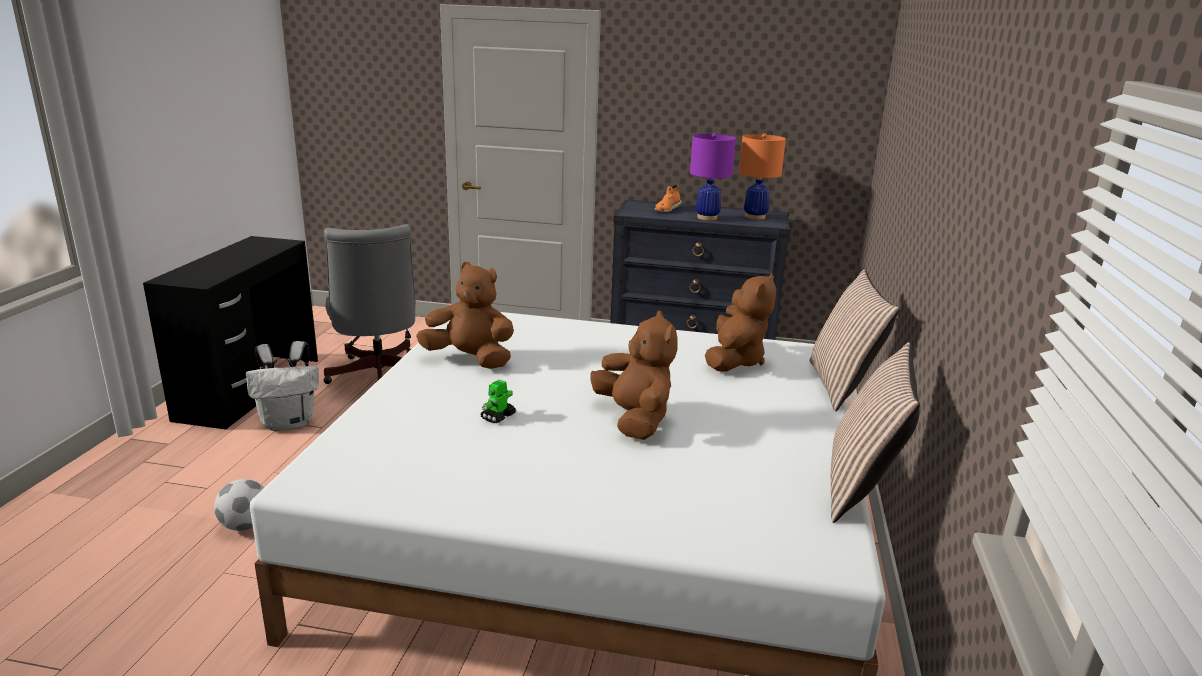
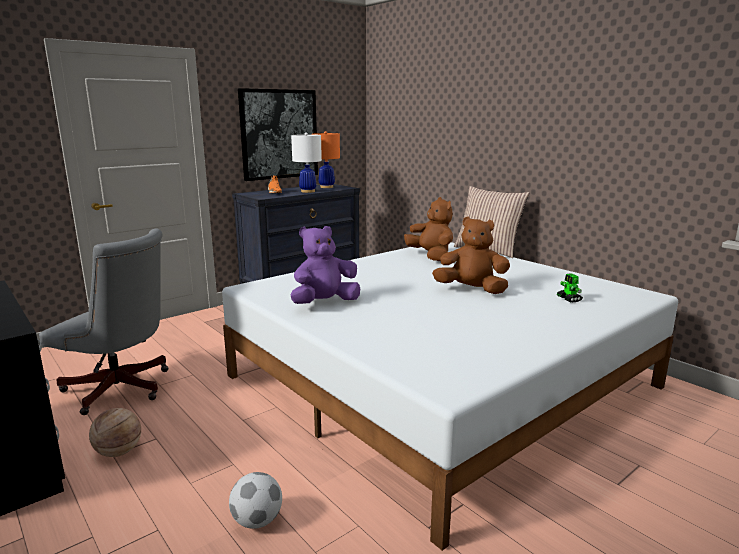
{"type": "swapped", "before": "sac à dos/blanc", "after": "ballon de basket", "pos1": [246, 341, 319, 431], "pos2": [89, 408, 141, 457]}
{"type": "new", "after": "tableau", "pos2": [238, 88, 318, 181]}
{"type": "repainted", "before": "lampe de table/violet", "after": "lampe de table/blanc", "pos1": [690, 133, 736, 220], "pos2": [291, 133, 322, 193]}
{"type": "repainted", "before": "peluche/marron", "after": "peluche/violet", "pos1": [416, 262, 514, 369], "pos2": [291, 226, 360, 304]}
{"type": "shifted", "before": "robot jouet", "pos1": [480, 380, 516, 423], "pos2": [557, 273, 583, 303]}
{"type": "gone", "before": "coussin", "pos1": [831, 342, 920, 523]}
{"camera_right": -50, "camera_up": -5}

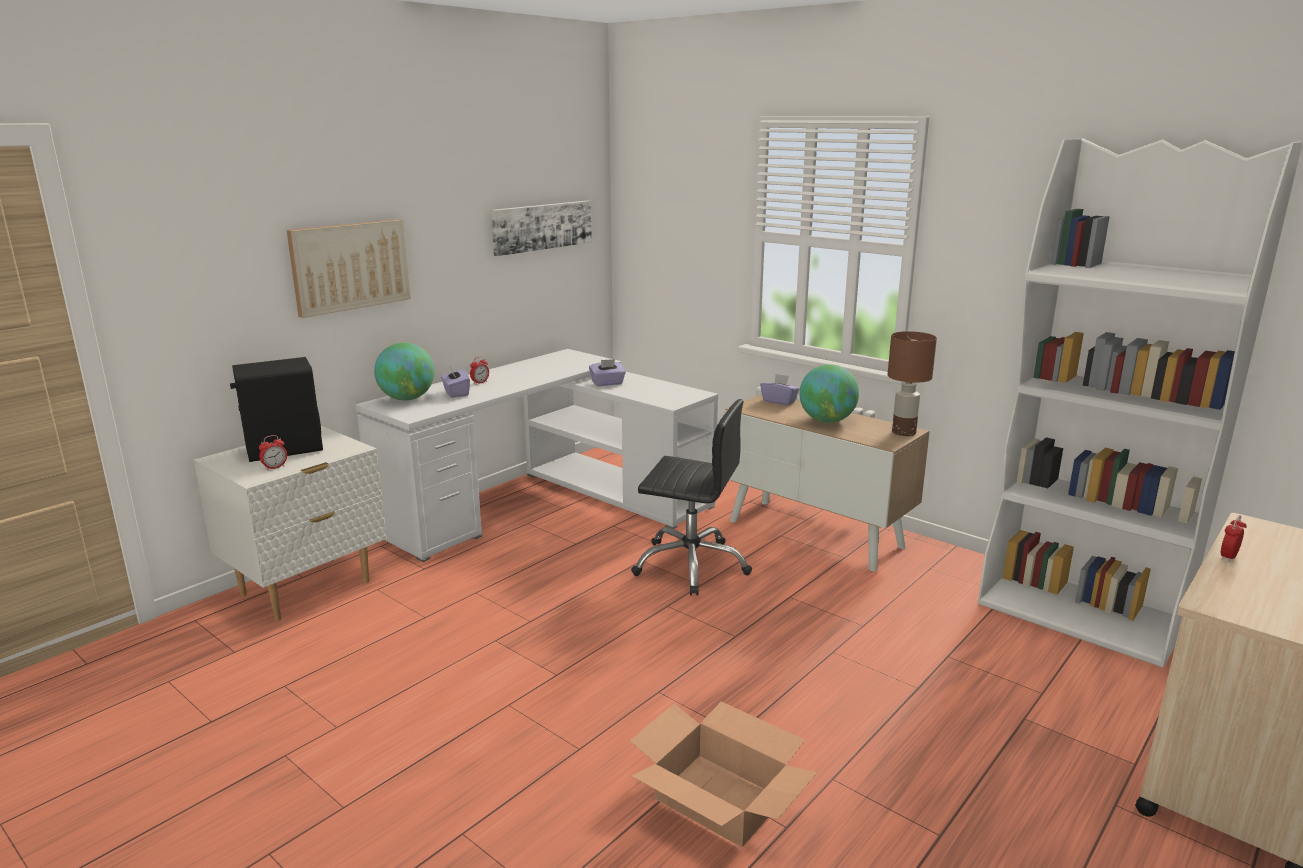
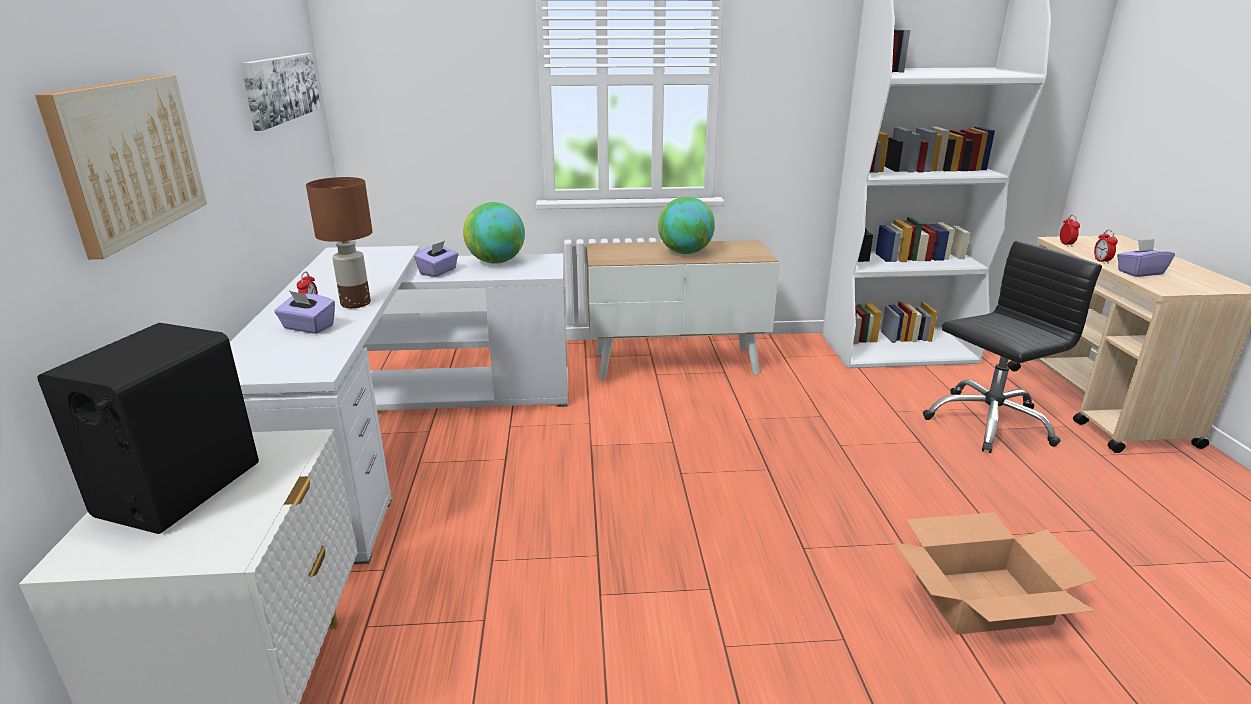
{"type": "shifted", "before": "lampe de table/marron", "pos1": [887, 331, 937, 436], "pos2": [306, 177, 373, 308]}
{"type": "shifted", "before": "globe", "pos1": [374, 342, 434, 400], "pos2": [463, 202, 525, 264]}
{"type": "shifted", "before": "chaise de bureau/noir", "pos1": [631, 399, 752, 595], "pos2": [923, 241, 1102, 453]}
{"type": "shifted", "before": "réveil", "pos1": [259, 435, 287, 471], "pos2": [1060, 215, 1080, 247]}
{"type": "shifted", "before": "boîte à mouchoirs/violet", "pos1": [760, 374, 800, 405], "pos2": [1117, 239, 1175, 277]}
{"camera_right": -45, "camera_up": 5}

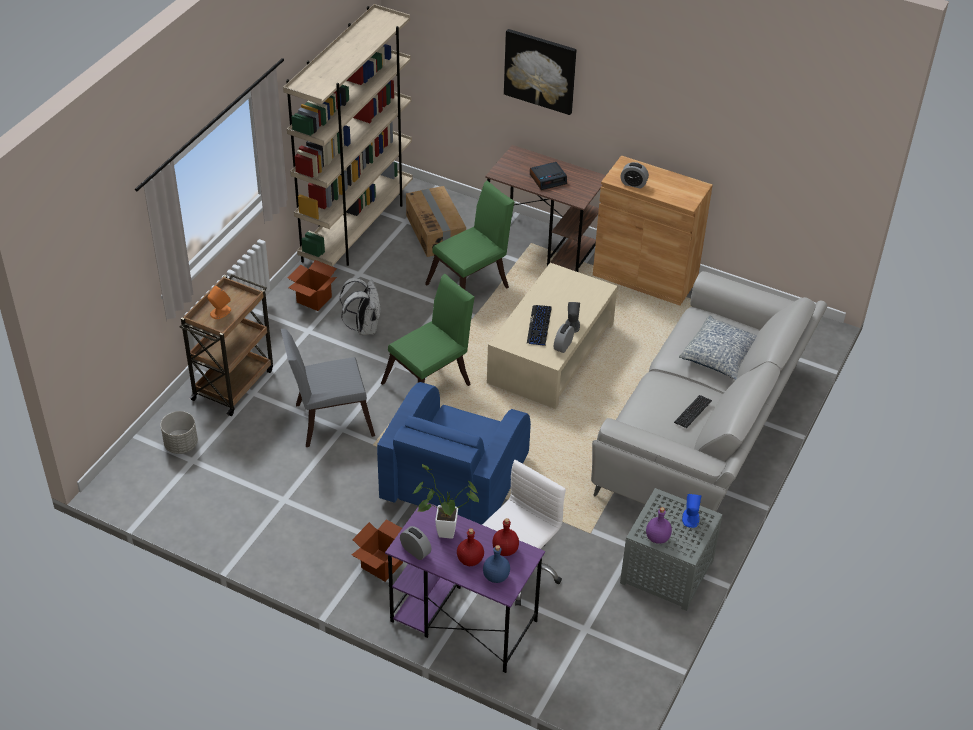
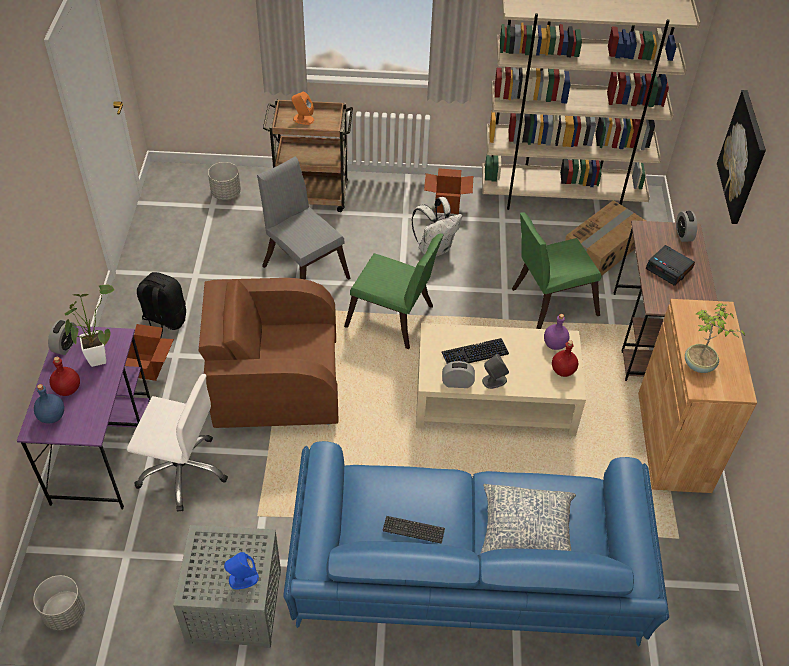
{"type": "new", "after": "cache-pot/gris", "pos2": [33, 575, 85, 630]}
{"type": "new", "after": "sac à dos/noir", "pos2": [137, 272, 186, 338]}
{"type": "repainted", "before": "fauteuil/bleu", "after": "fauteuil/marron", "pos1": [377, 382, 531, 525], "pos2": [198, 278, 338, 429]}
{"type": "repainted", "before": "canapé/gris", "after": "canapé/bleu", "pos1": [591, 271, 827, 535], "pos2": [283, 441, 669, 647]}
{"type": "rotated", "before": "chaise/vert", "pos1": [425, 181, 514, 290], "pos2": [512, 212, 602, 329], "turn": 135}
{"type": "shifted", "before": "bouteille/violet", "pos1": [646, 507, 672, 544], "pos2": [544, 314, 569, 350]}
{"type": "shifted", "before": "bouteille/rouge", "pos1": [492, 518, 519, 556], "pos2": [552, 340, 578, 377]}
{"type": "shifted", "before": "réveil", "pos1": [621, 162, 649, 189], "pos2": [676, 211, 697, 242]}
{"type": "new", "after": "plante en pot", "pos2": [685, 303, 745, 373]}
{"camera_right": 65, "camera_up": 5}

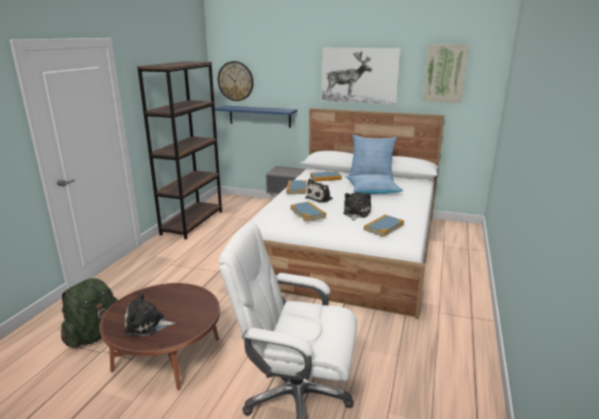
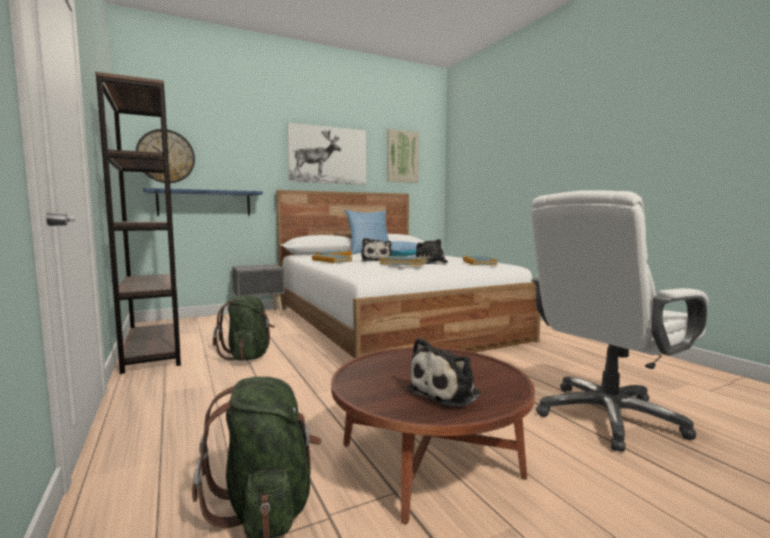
{"type": "new", "after": "sac à dos/vert", "pos2": [213, 295, 275, 361]}
{"camera_right": -45, "camera_up": -15}

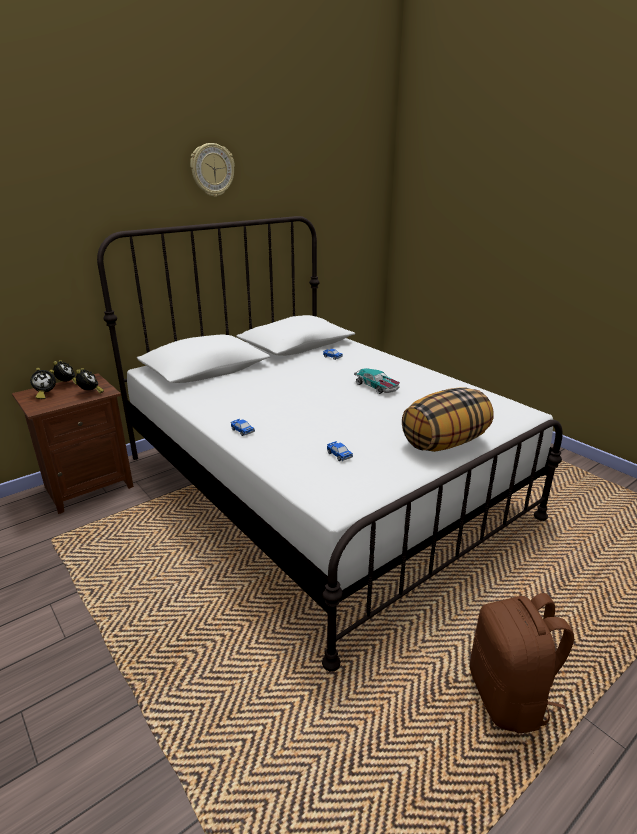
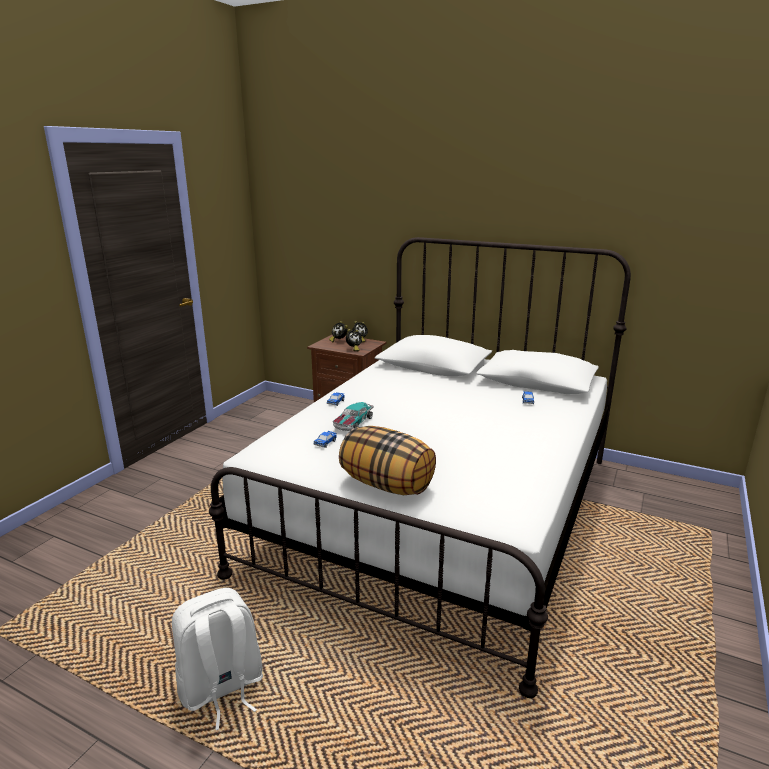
{"type": "repainted", "before": "sac à dos/marron", "after": "sac à dos/blanc", "pos1": [470, 593, 574, 733], "pos2": [172, 588, 263, 730]}
{"type": "shifted", "before": "petite voiture", "pos1": [354, 368, 400, 394], "pos2": [333, 402, 374, 431]}
{"type": "gone", "before": "horloge murale", "pos1": [190, 143, 235, 197]}
{"camera_right": 65, "camera_up": -5}

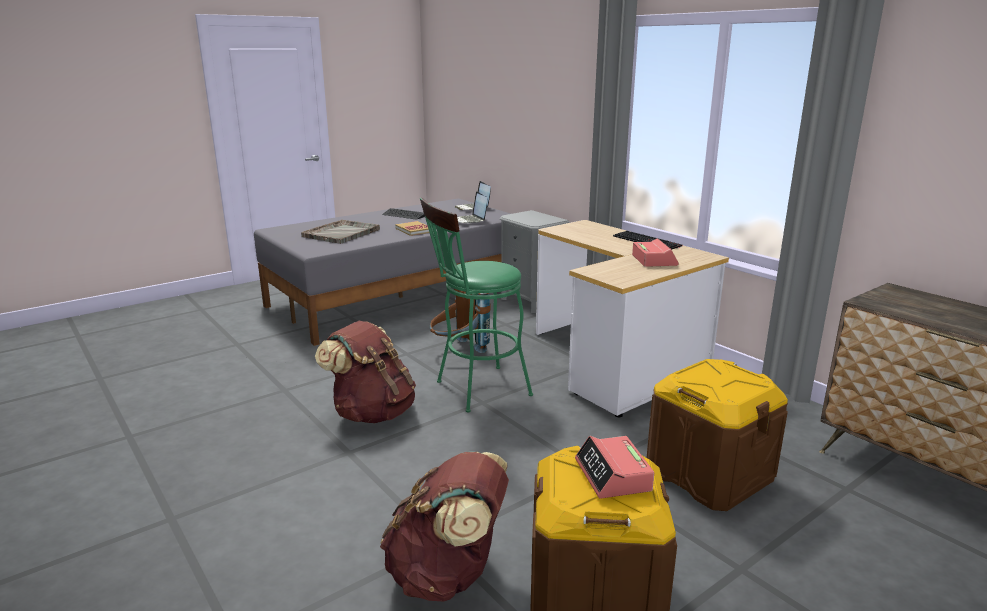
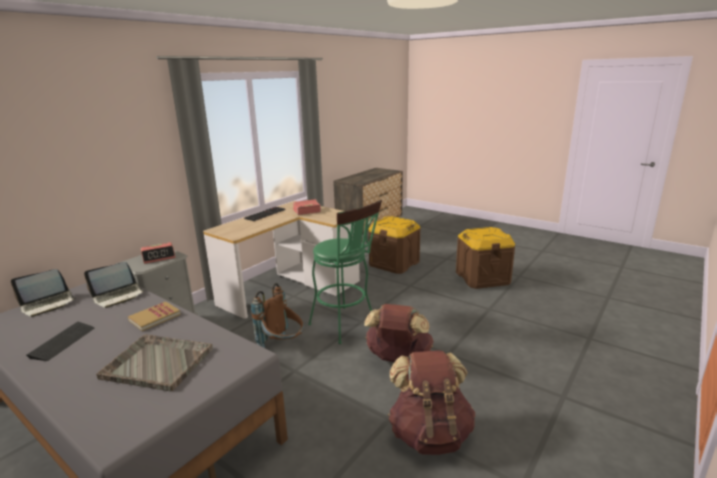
{"type": "shifted", "before": "réveil", "pos1": [575, 436, 654, 498], "pos2": [141, 242, 176, 264]}
{"type": "shifted", "before": "sac à dos/marron", "pos1": [380, 452, 509, 602], "pos2": [388, 350, 475, 455]}
{"camera_right": -105, "camera_up": 0}

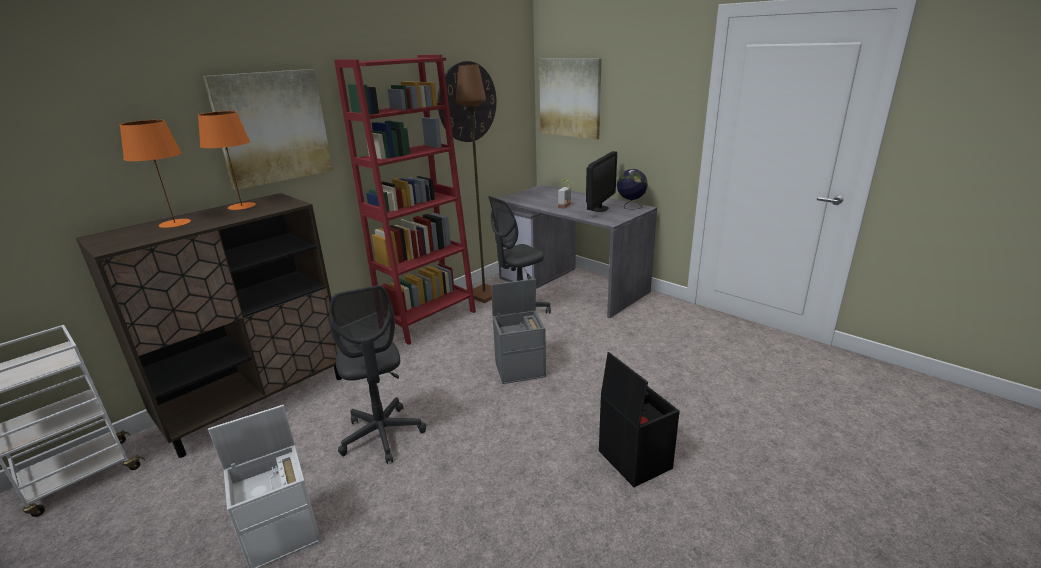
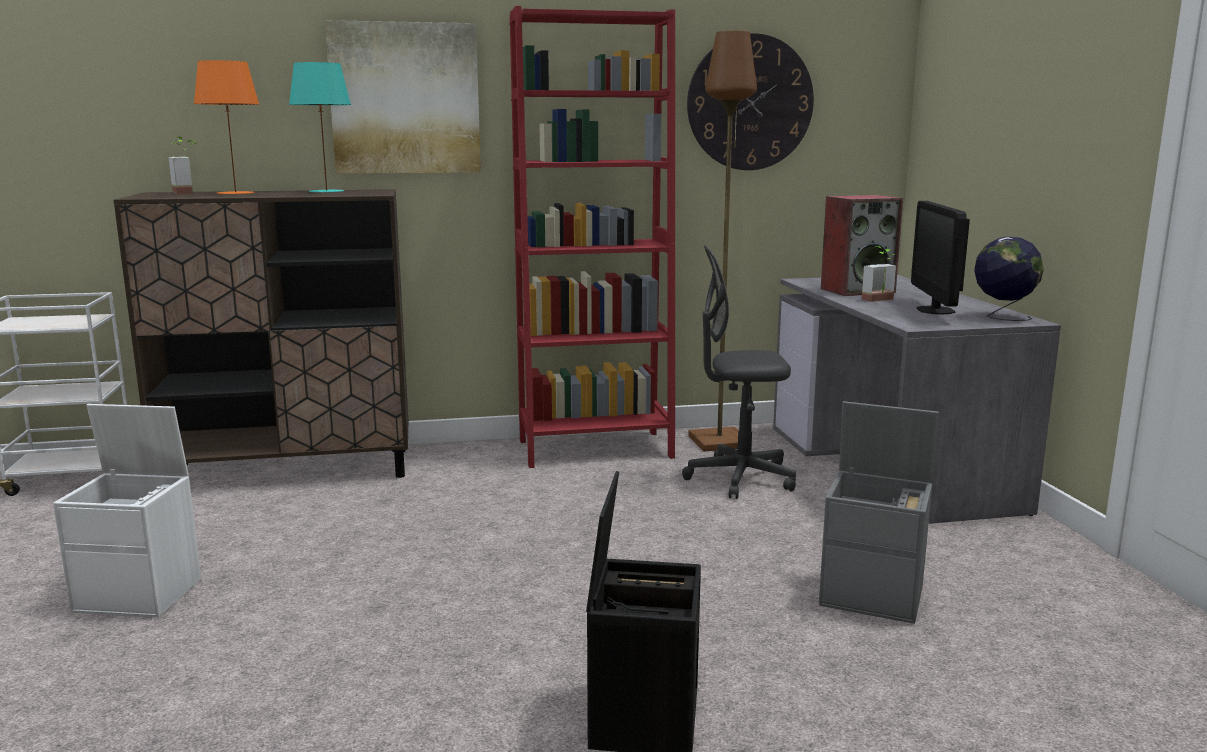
{"type": "new", "after": "plante en pot", "pos2": [169, 137, 199, 194]}
{"type": "repainted", "before": "lampe de table/orange", "after": "lampe de table/turquoise", "pos1": [198, 111, 256, 210], "pos2": [289, 62, 351, 193]}
{"type": "shifted", "before": "boîte de rangement/gris", "pos1": [491, 279, 546, 384], "pos2": [819, 401, 939, 624]}
{"type": "new", "after": "enceinte", "pos2": [821, 195, 903, 296]}
{"type": "rotated", "before": "écran d'ordinateur", "pos1": [586, 151, 617, 212], "pos2": [911, 201, 970, 314], "turn": 120}
{"type": "gone", "before": "chaise de bureau/gris", "pos1": [329, 285, 426, 464]}
{"type": "gone", "before": "tableau", "pos1": [539, 58, 602, 140]}
{"camera_right": 35, "camera_up": -10}

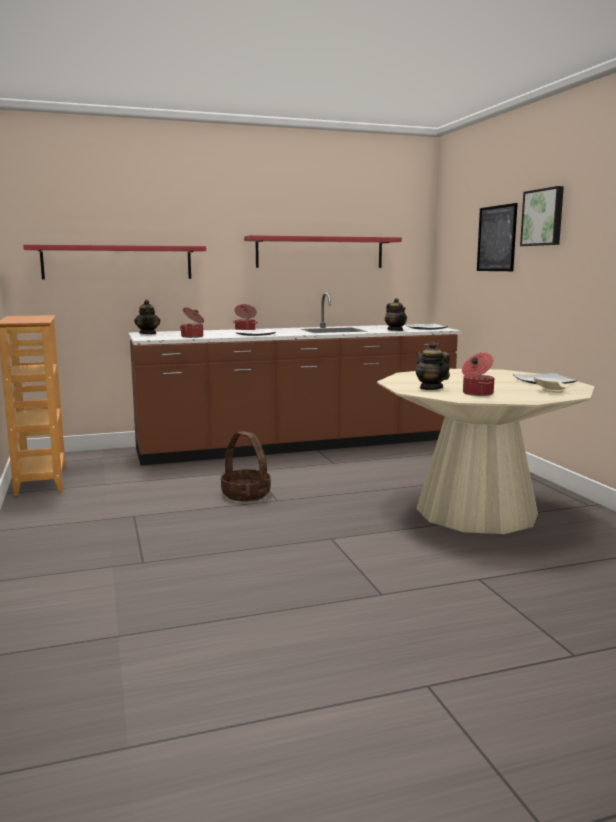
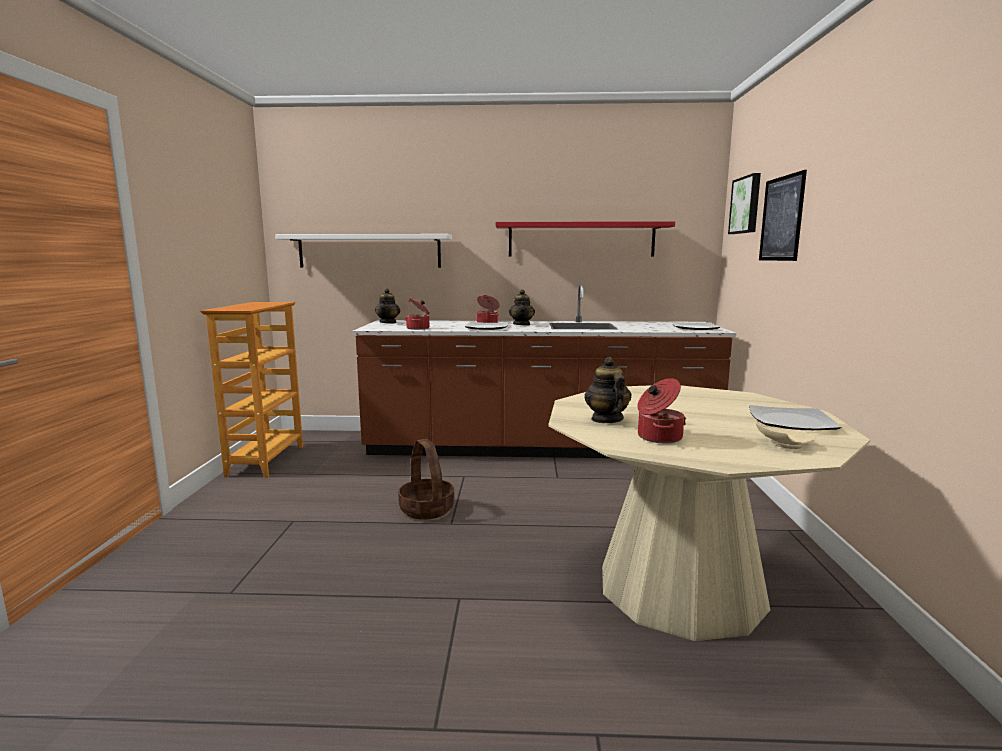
{"type": "repainted", "before": "étagère/rouge", "after": "étagère/blanc", "pos1": [23, 244, 206, 280], "pos2": [275, 234, 452, 268]}
{"type": "shifted", "before": "théière", "pos1": [385, 298, 407, 331], "pos2": [509, 289, 535, 326]}
{"type": "shifted", "before": "tableau", "pos1": [520, 186, 564, 246], "pos2": [728, 173, 761, 234]}
{"camera_right": 20, "camera_up": 0}

